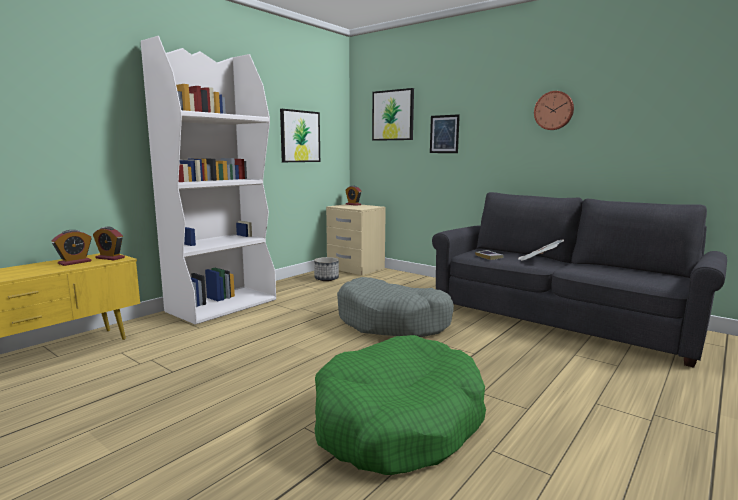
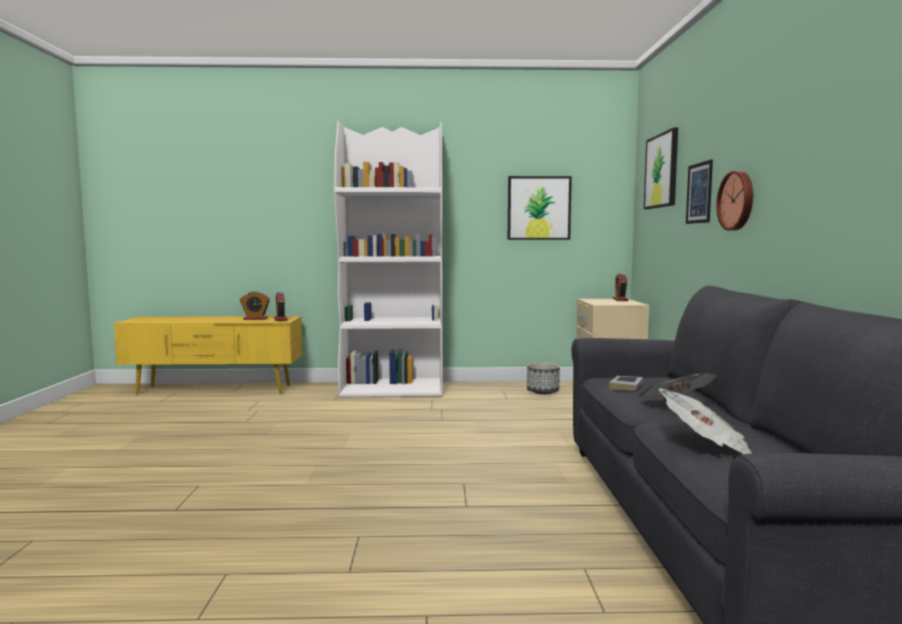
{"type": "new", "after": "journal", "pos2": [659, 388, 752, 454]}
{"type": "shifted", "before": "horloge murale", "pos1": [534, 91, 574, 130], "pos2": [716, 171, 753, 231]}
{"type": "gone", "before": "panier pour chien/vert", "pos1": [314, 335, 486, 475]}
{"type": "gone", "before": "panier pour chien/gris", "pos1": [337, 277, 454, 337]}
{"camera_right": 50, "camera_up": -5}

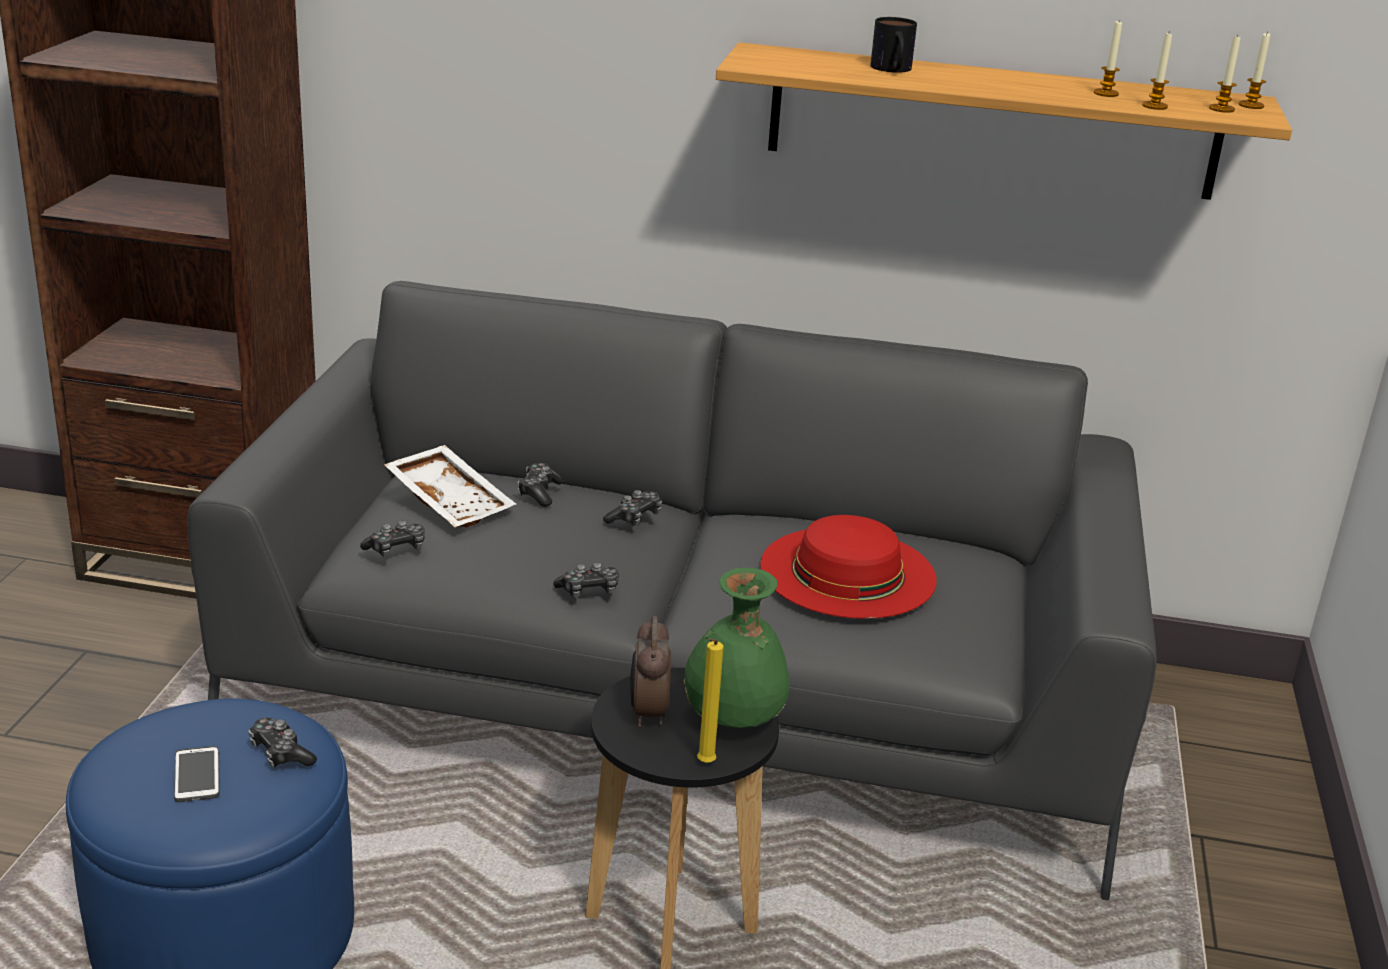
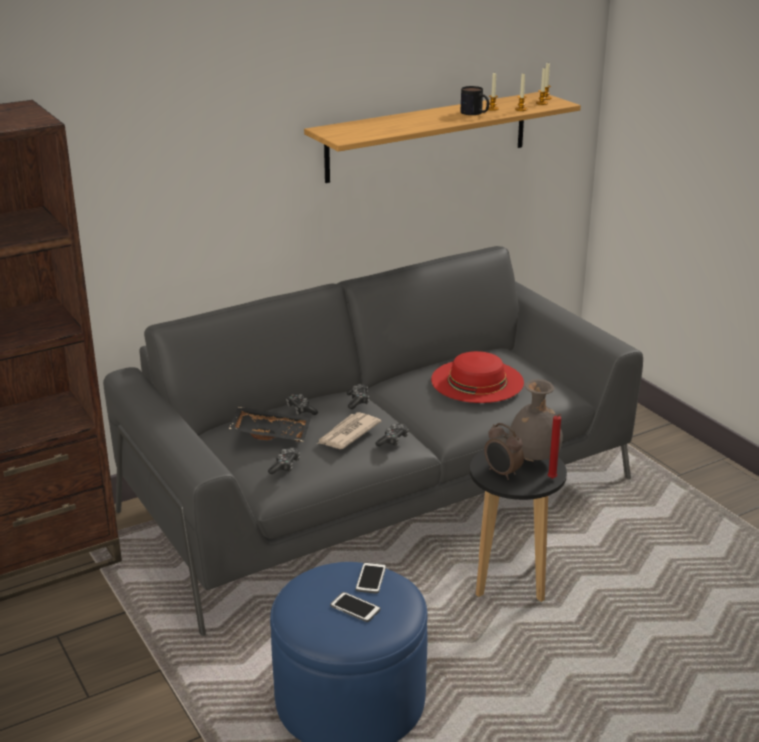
{"type": "repainted", "before": "plateau/blanc", "after": "plateau/noir", "pos1": [384, 445, 516, 527], "pos2": [229, 406, 311, 442]}
{"type": "new", "after": "journal", "pos2": [317, 412, 381, 449]}
{"type": "swapped", "before": "manette", "after": "téléphone", "pos1": [248, 717, 317, 767], "pos2": [356, 562, 386, 594]}
{"type": "shifted", "before": "mug", "pos1": [871, 17, 917, 73], "pos2": [460, 86, 489, 115]}
{"type": "repainted", "before": "vase/vert", "after": "vase/gris", "pos1": [684, 568, 790, 728], "pos2": [509, 379, 563, 462]}
{"type": "repainted", "before": "bougie/jaune", "after": "bougie/rouge", "pos1": [697, 638, 724, 763], "pos2": [548, 414, 561, 479]}
{"camera_right": -40, "camera_up": 0}

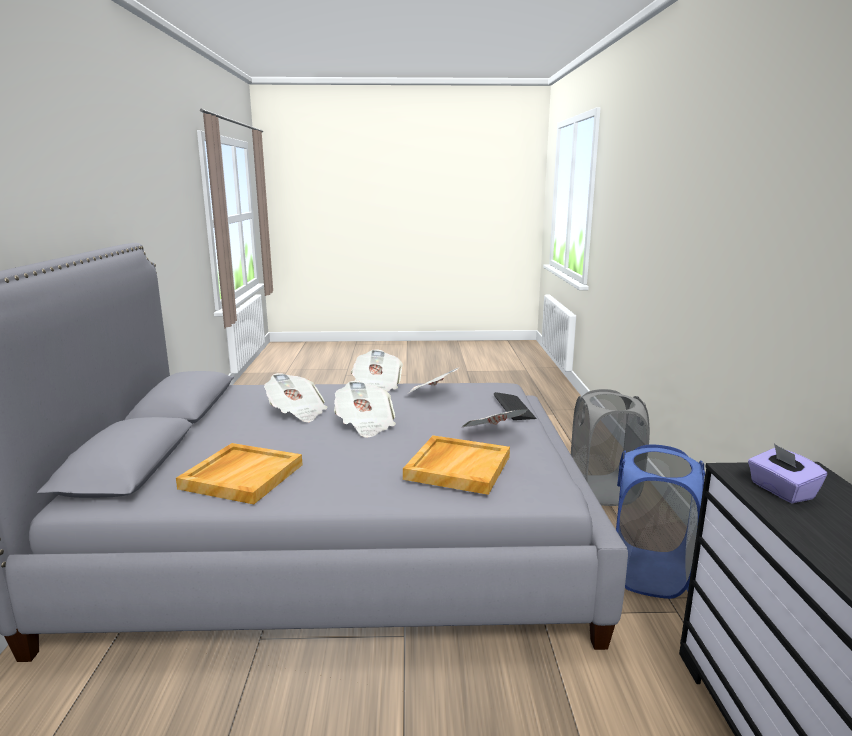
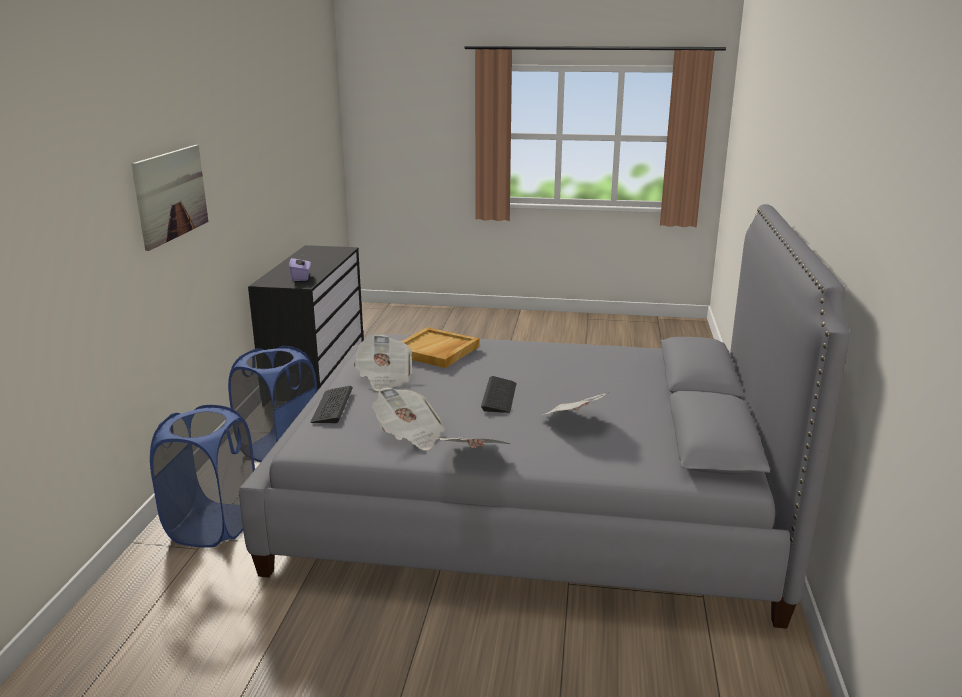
{"type": "new", "after": "tableau", "pos2": [131, 145, 208, 251]}
{"type": "repainted", "before": "panier à linge/gris", "after": "panier à linge/bleu", "pos1": [571, 389, 650, 506], "pos2": [150, 405, 255, 548]}
{"type": "swapped", "before": "journal", "after": "clavier", "pos1": [334, 381, 396, 438], "pos2": [481, 376, 516, 413]}
{"type": "gone", "before": "plateau/beige", "pos1": [176, 443, 302, 504]}
{"camera_right": -170, "camera_up": 5}

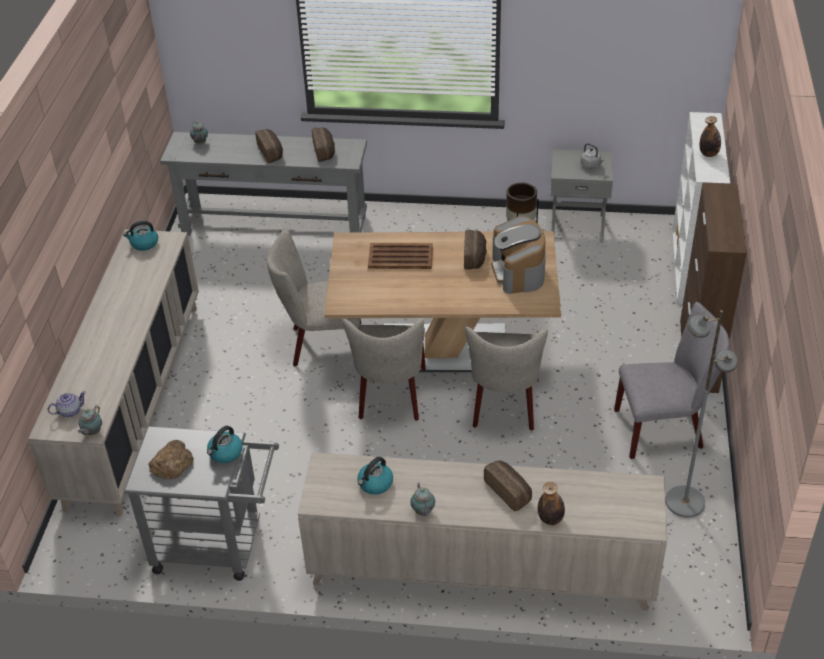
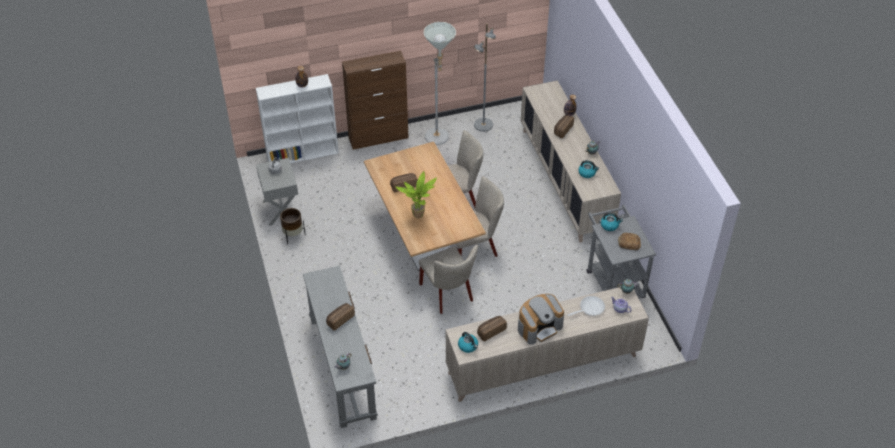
{"type": "swapped", "before": "plateau/marron", "after": "plante en pot", "pos1": [368, 243, 433, 269], "pos2": [395, 171, 437, 218]}
{"type": "swapped", "before": "chaise/gris", "after": "lampadaire/gris", "pos1": [614, 302, 730, 459], "pos2": [423, 22, 456, 145]}
{"type": "shifted", "before": "pain", "pos1": [312, 127, 335, 162], "pos2": [477, 316, 507, 342]}
{"type": "shifted", "before": "machine à café", "pos1": [491, 216, 546, 294], "pos2": [518, 294, 564, 345]}
{"type": "new", "after": "poêle", "pos2": [568, 296, 605, 316]}
{"camera_right": -115, "camera_up": 5}

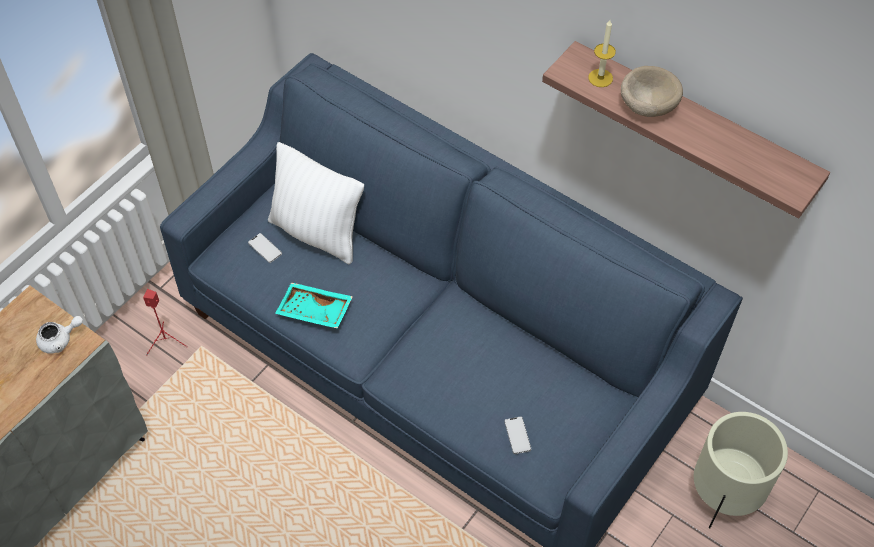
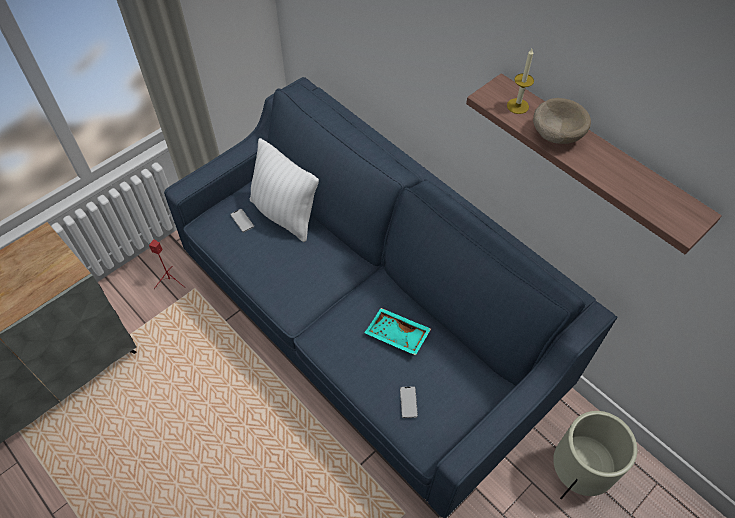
{"type": "shifted", "before": "plateau/turquoise", "pos1": [275, 283, 353, 329], "pos2": [364, 308, 431, 355]}
{"type": "gone", "before": "théière/blanc", "pos1": [36, 316, 83, 354]}
{"camera_right": 10, "camera_up": 0}

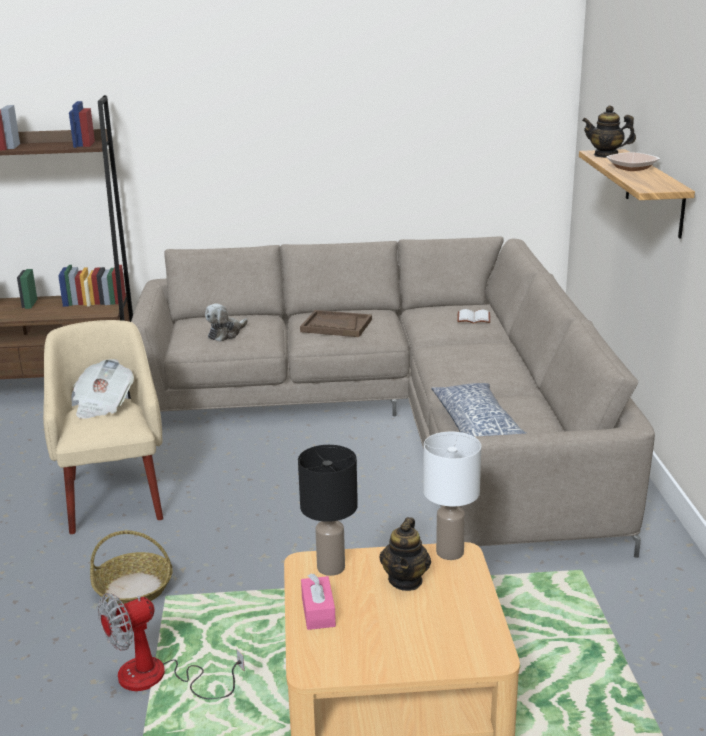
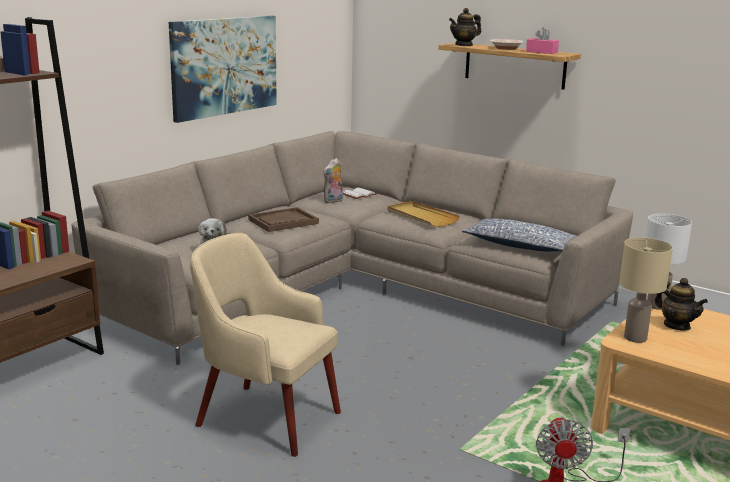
{"type": "new", "after": "tableau", "pos2": [169, 16, 277, 123]}
{"type": "new", "after": "peluche", "pos2": [323, 158, 343, 203]}
{"type": "new", "after": "plateau/beige", "pos2": [387, 201, 460, 227]}
{"type": "shifted", "before": "boîte à mouchoirs/rose", "pos1": [301, 574, 336, 630], "pos2": [526, 28, 559, 54]}
{"type": "repainted", "before": "lampe de table/noir", "after": "lampe de table/beige", "pos1": [298, 445, 358, 576], "pos2": [619, 237, 673, 343]}
{"type": "gone", "before": "journal", "pos1": [73, 359, 134, 419]}
{"type": "gone", "before": "panier", "pos1": [90, 530, 173, 604]}
{"camera_right": -50, "camera_up": -5}

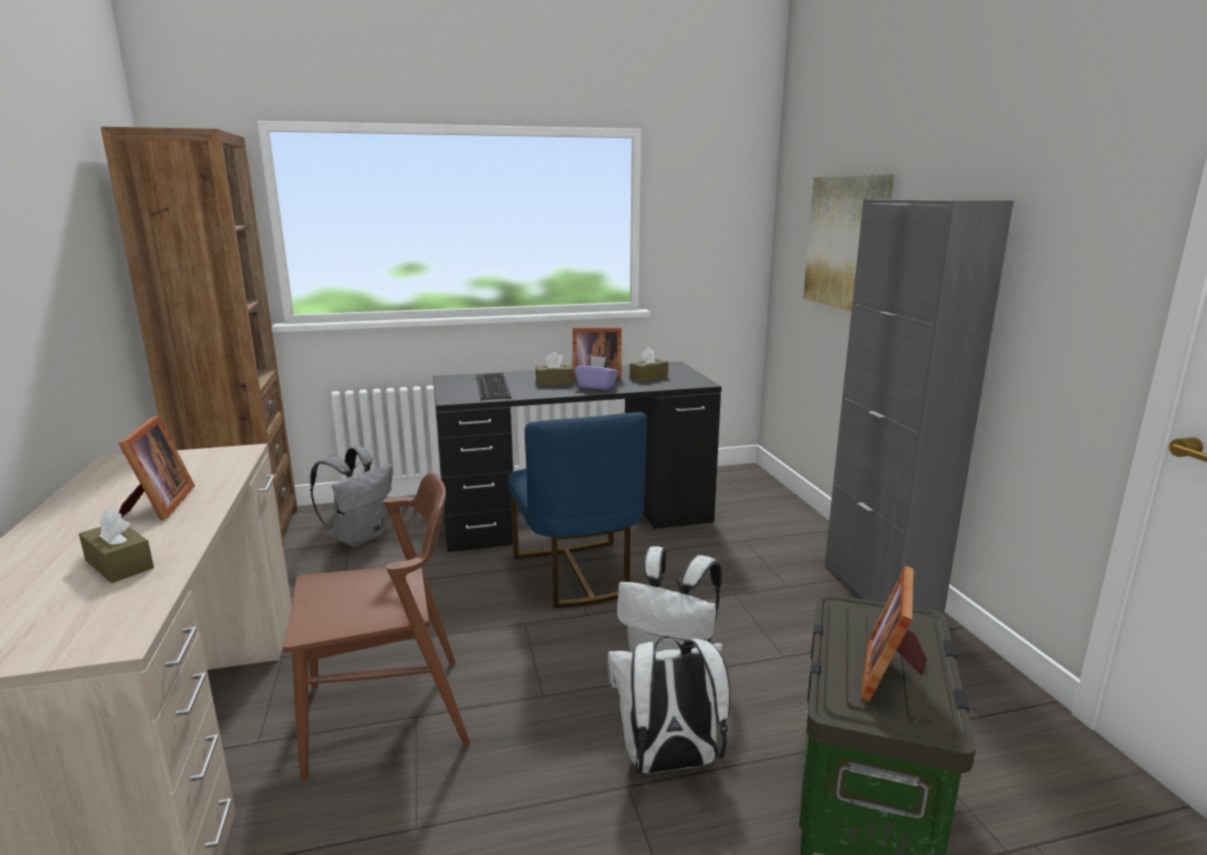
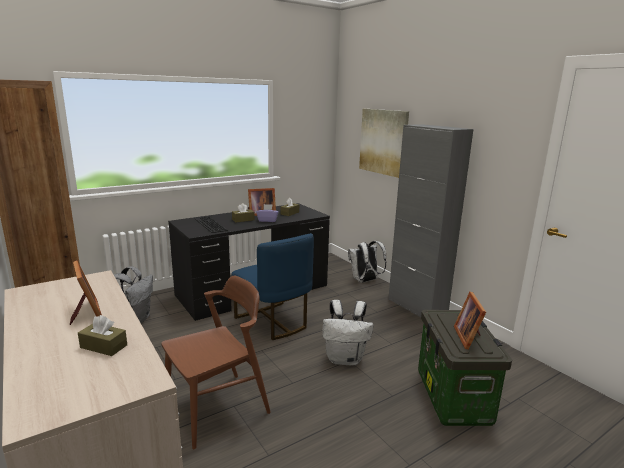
{"type": "shifted", "before": "sac à dos/blanc", "pos1": [607, 637, 730, 774], "pos2": [348, 241, 386, 283]}
{"camera_right": -20, "camera_up": 0}

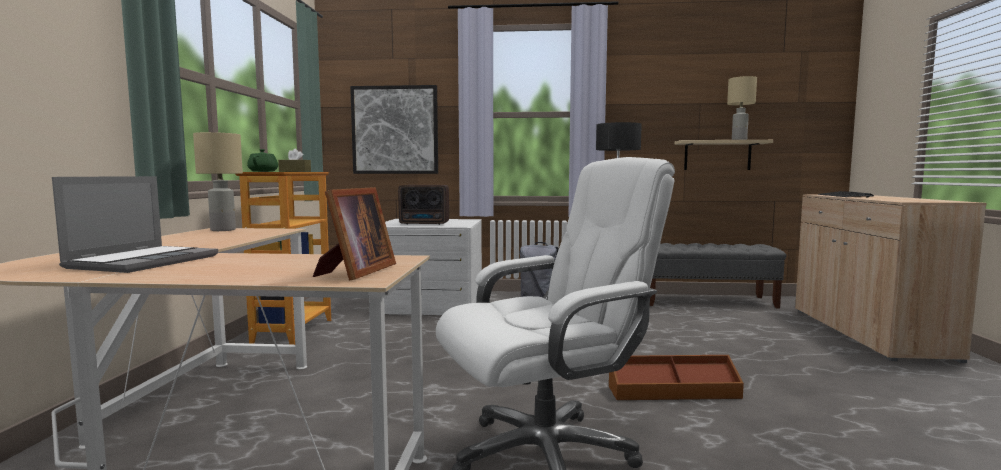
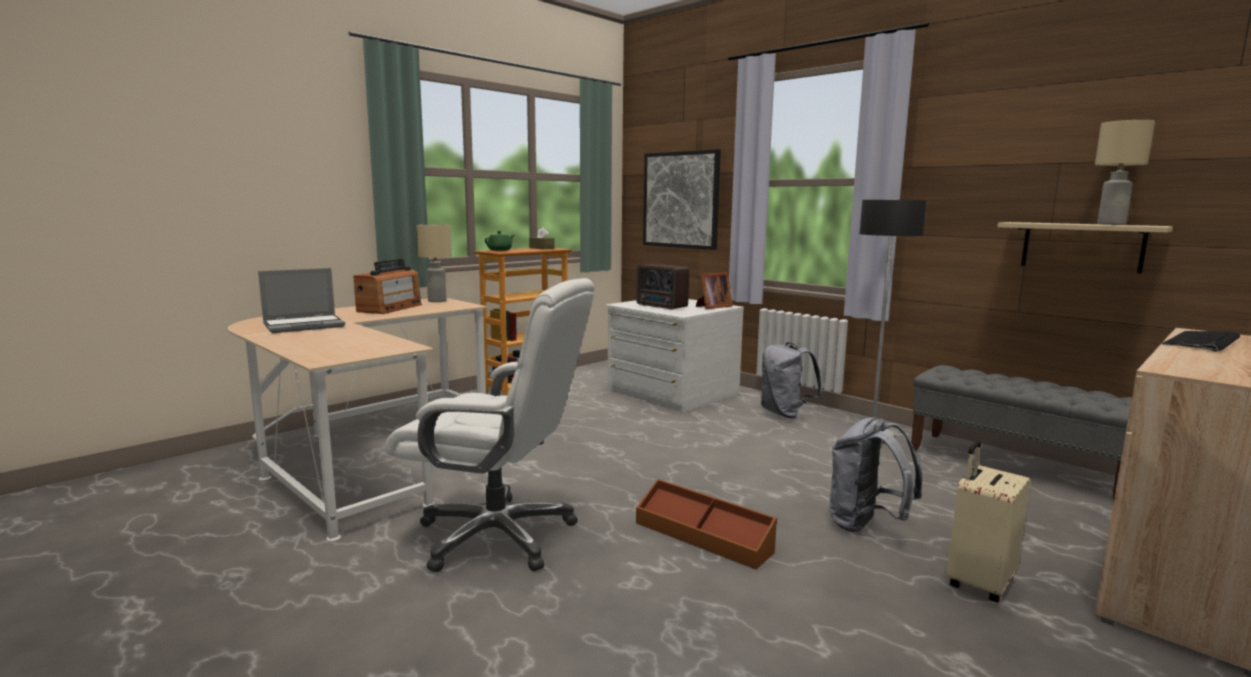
{"type": "new", "after": "radio", "pos2": [353, 259, 422, 314]}
{"type": "shifted", "before": "cadre photo", "pos1": [313, 187, 396, 281], "pos2": [696, 272, 733, 309]}
{"type": "new", "after": "sac à dos/gris", "pos2": [829, 417, 922, 532]}
{"type": "new", "after": "valise/beige", "pos2": [947, 440, 1030, 603]}
{"camera_right": 40, "camera_up": 5}

